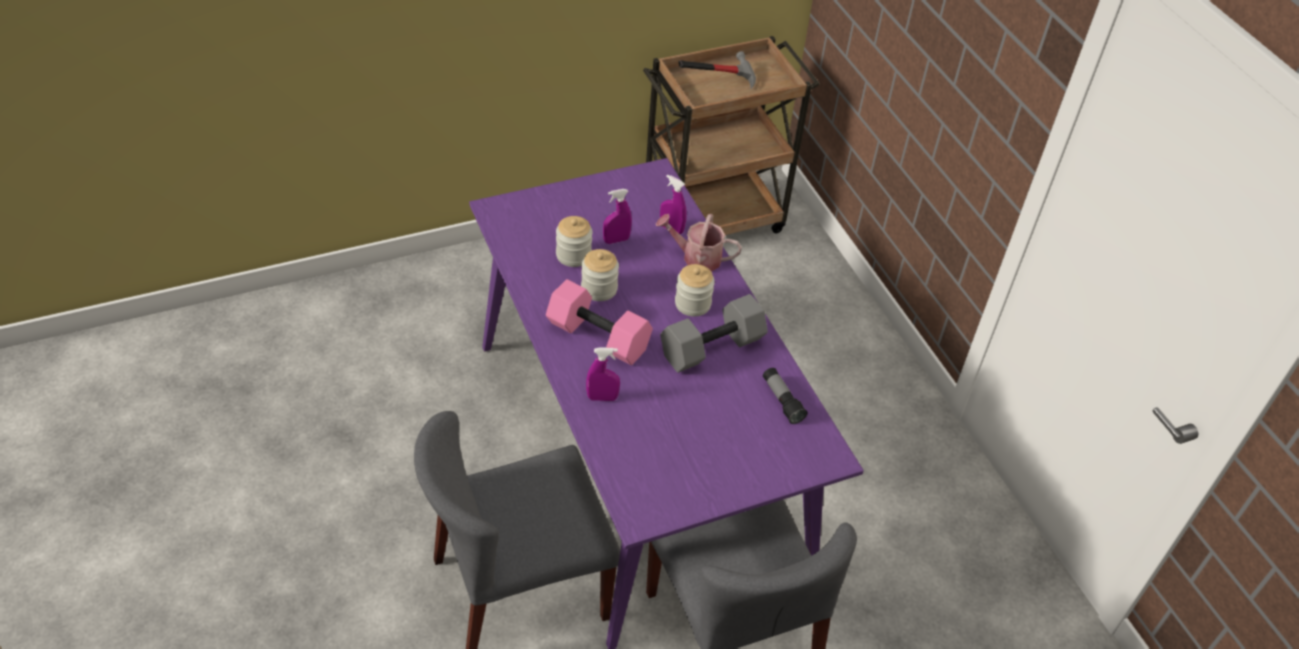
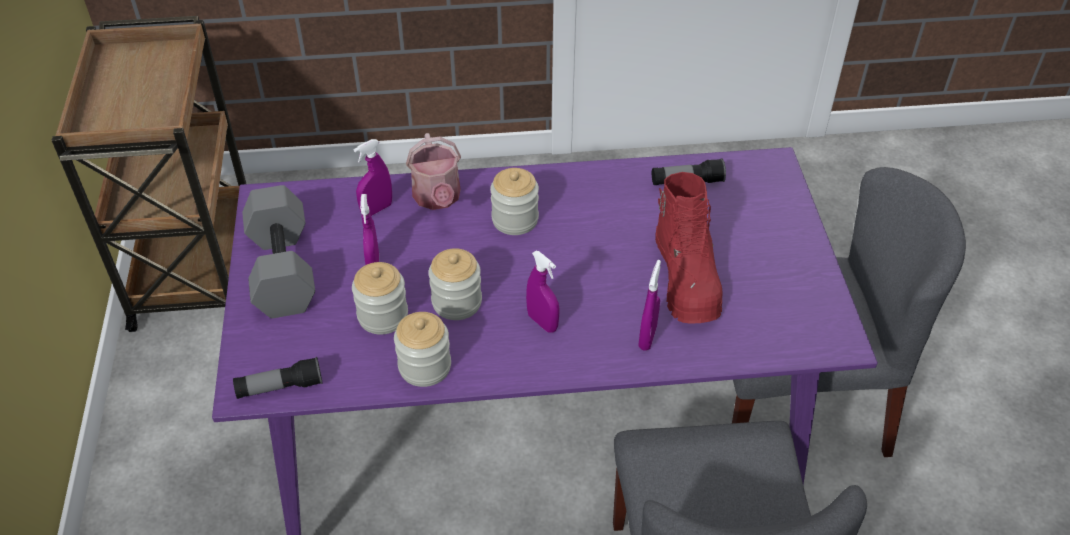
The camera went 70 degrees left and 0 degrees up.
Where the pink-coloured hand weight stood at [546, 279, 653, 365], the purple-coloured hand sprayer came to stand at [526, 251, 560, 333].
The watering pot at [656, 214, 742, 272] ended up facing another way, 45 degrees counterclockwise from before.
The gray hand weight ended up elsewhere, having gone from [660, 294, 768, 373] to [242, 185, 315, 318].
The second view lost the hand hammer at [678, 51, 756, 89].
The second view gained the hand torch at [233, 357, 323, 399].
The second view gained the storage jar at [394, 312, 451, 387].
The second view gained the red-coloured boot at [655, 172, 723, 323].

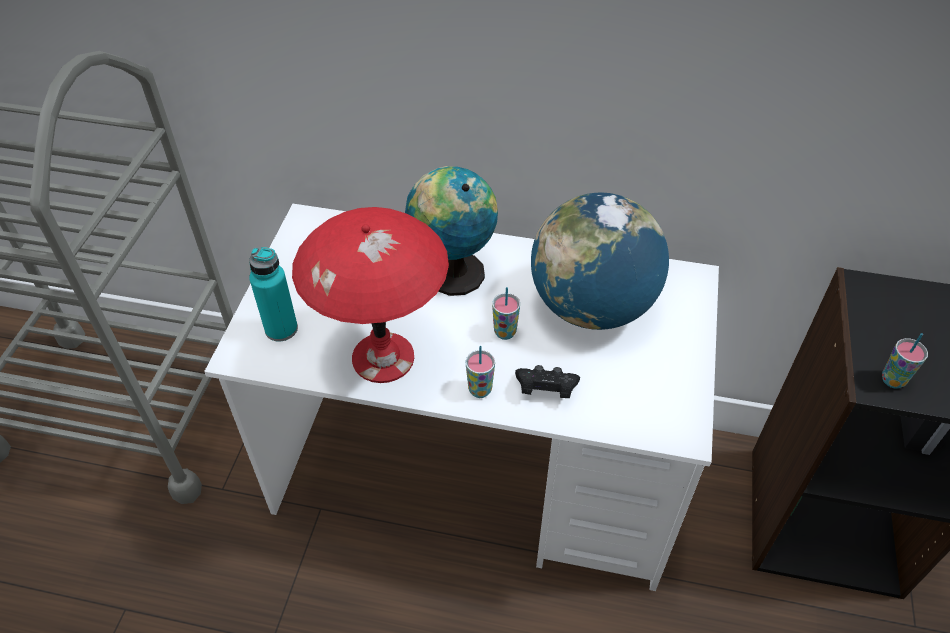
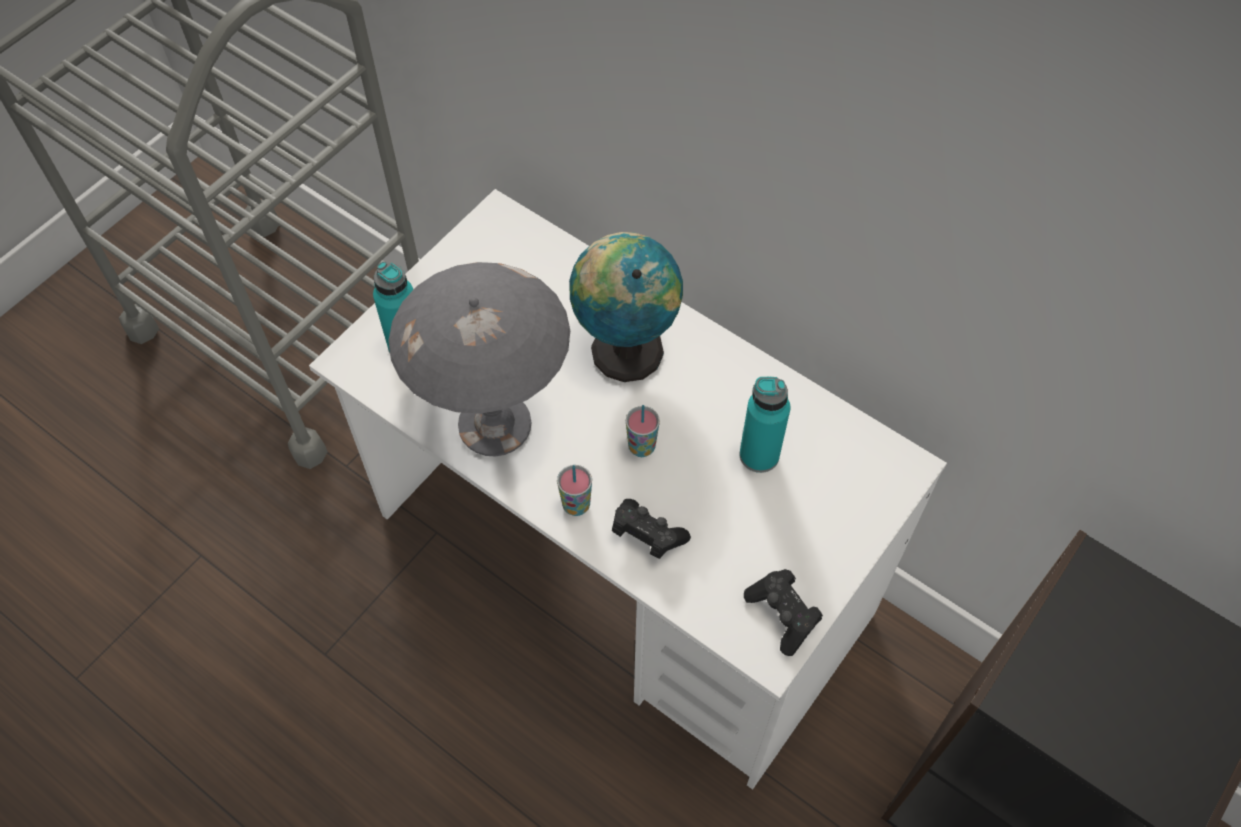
The camera went 25 degrees right and 10 degrees up.
What was the red-coloured lamp for a table at [292, 207, 449, 383] turned into the gray lamp for a table at [388, 262, 570, 457].
Where the world globe stood at [531, 193, 669, 330], the turquoise-coloured drink bottle came to stand at [740, 377, 790, 473].
The second view lost the cup at [882, 333, 928, 389].
The second view gained the blackish game controller at [744, 569, 823, 656].

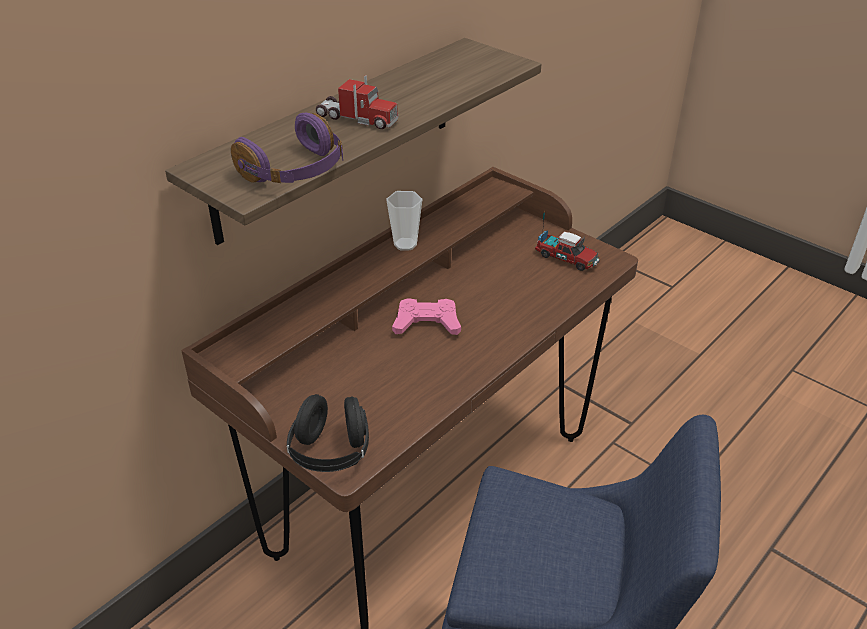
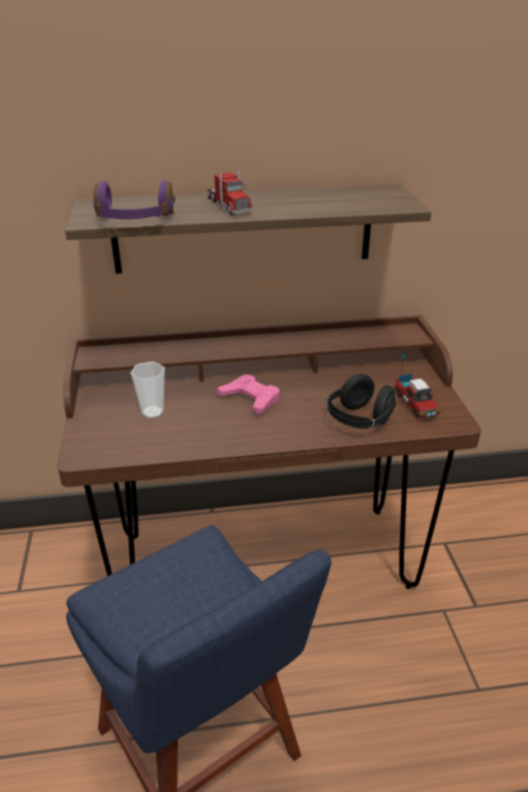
The camera went 40 degrees right and 5 degrees down.
The blackish headset ended up elsewhere, having gone from [287, 394, 369, 472] to [327, 374, 396, 429].
The cup ended up elsewhere, having gone from [386, 191, 422, 250] to [131, 362, 165, 419].

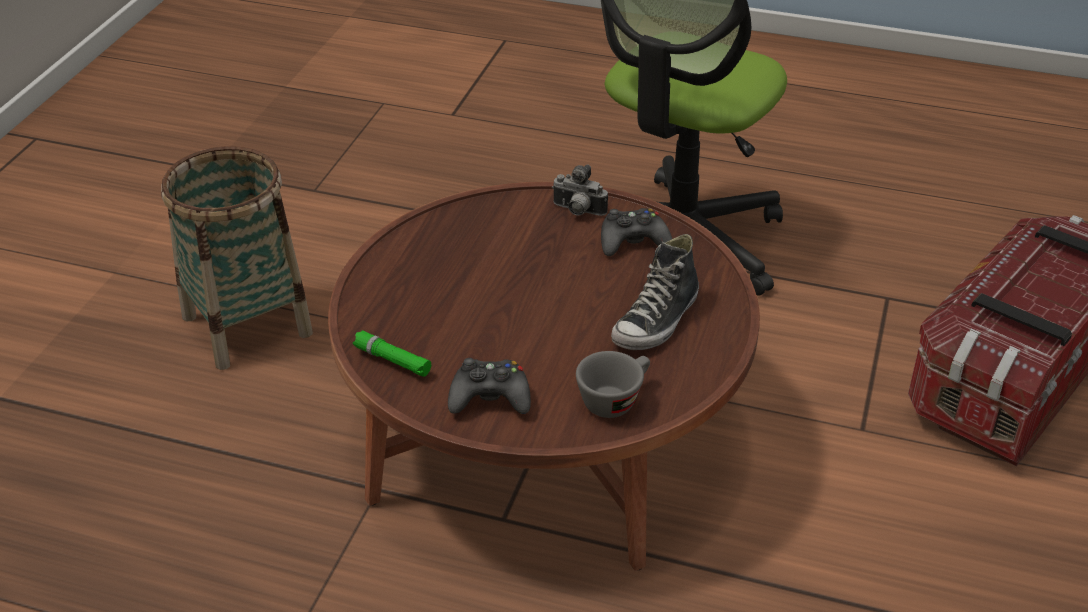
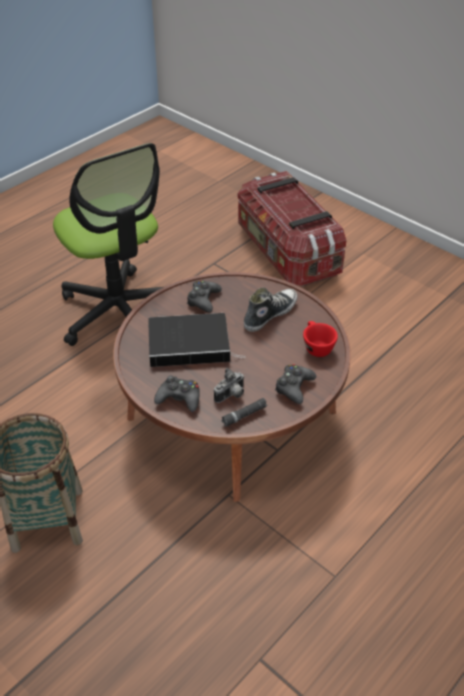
The camera went 65 degrees left and 5 degrees up.
What was the green hand torch at [353, 330, 431, 377] turned into the blackish hand torch at [221, 398, 267, 427].
The still camera ended up elsewhere, having gone from [552, 164, 608, 216] to [214, 368, 245, 403].
What was the gray cup at [576, 351, 650, 418] turned into the red-coloured cup at [303, 321, 338, 357].
The shoe at [611, 234, 699, 350] ended up facing another way, 105 degrees counterclockwise from before.
The second view gained the bound book at [148, 313, 245, 367].
The second view gained the blackish game controller at [154, 375, 200, 412].

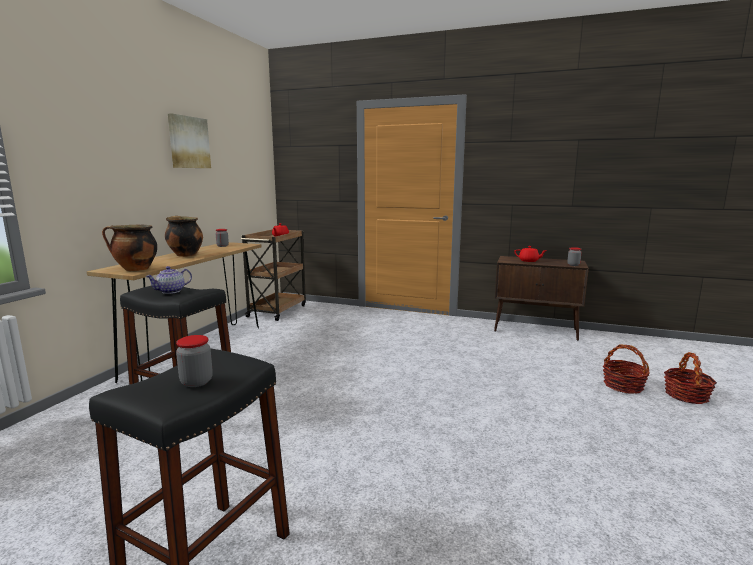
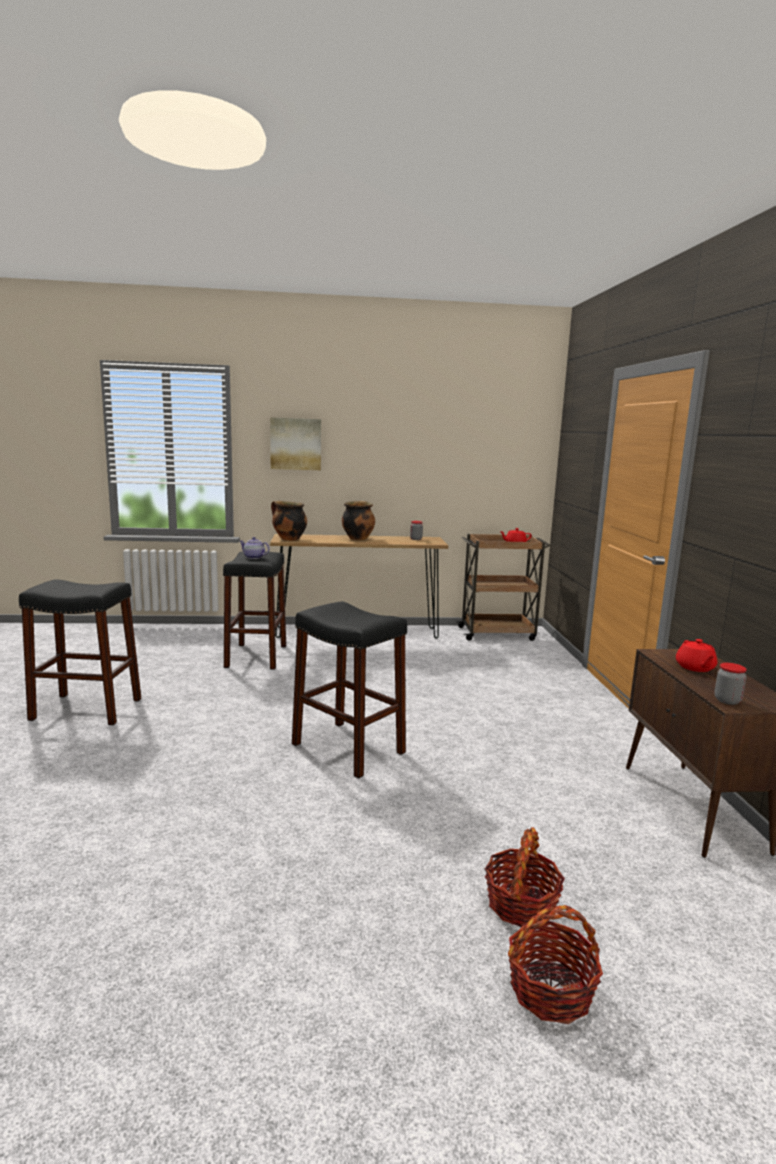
The camera went 65 degrees right and 0 degrees up.
The picture ended up elsewhere, having gone from [168, 113, 211, 168] to [270, 417, 321, 470].
The second view lost the storage jar at [176, 335, 213, 387].
The second view gained the blackish sitting stool at [292, 601, 407, 779].

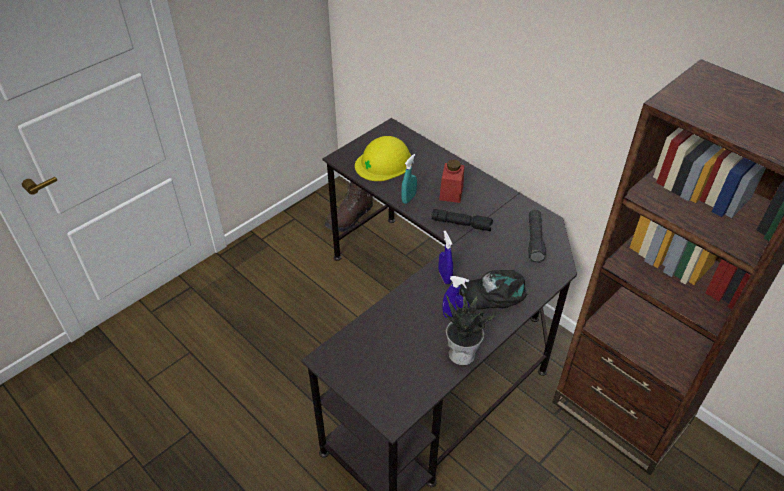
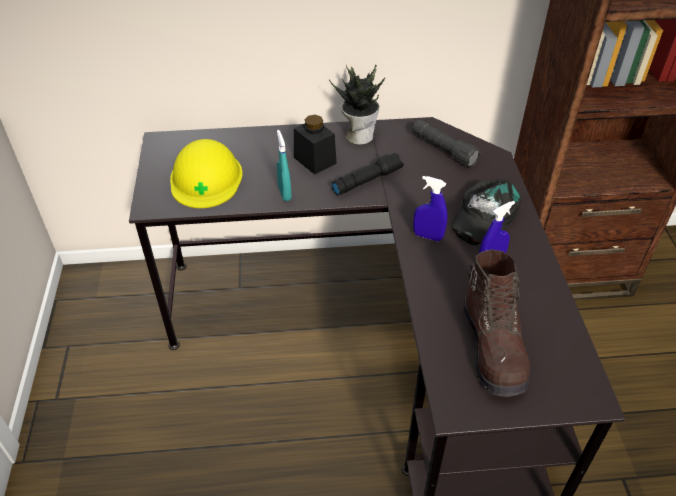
The camera went 50 degrees left and 0 degrees up.
The brownish boot ended up elsewhere, having gone from [325, 182, 373, 232] to [464, 249, 530, 396].
What was the red-coloured storage jar at [439, 159, 464, 203] turned into the blackish storage jar at [294, 115, 337, 175].
The houseplant ended up elsewhere, having gone from [444, 293, 500, 365] to [329, 65, 385, 145].

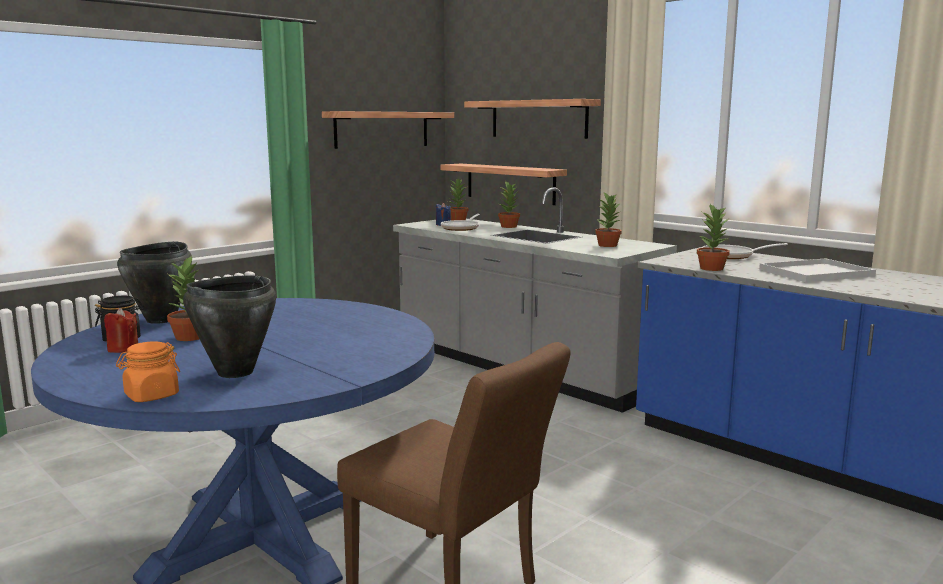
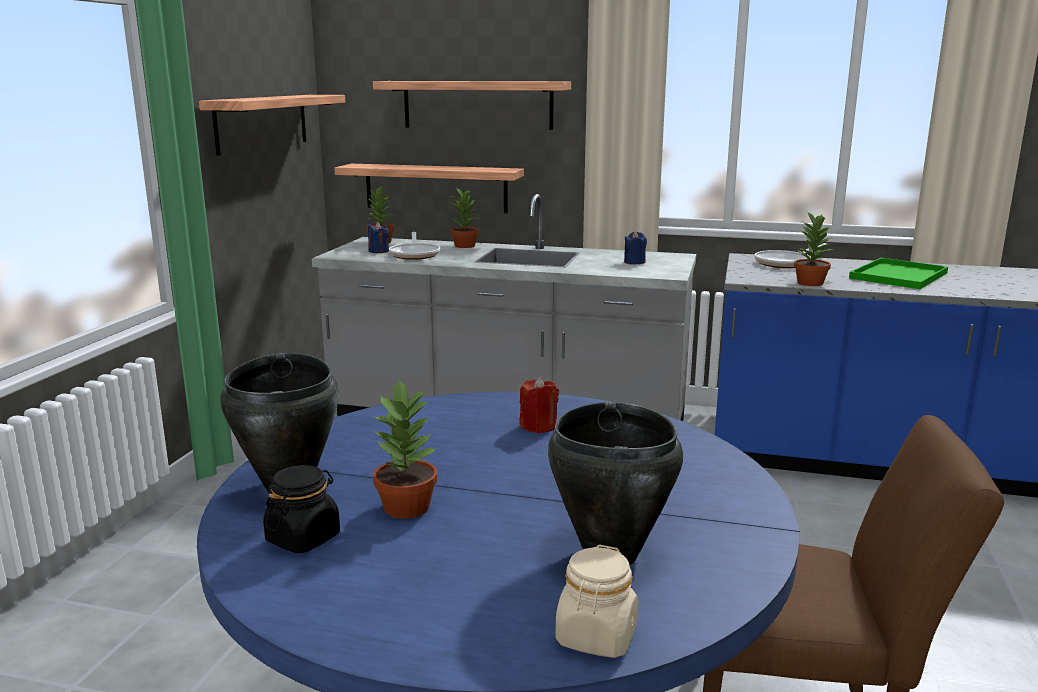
The camera went 30 degrees left and 5 degrees up.
The red-coloured candle ended up elsewhere, having gone from [104, 308, 138, 353] to [519, 377, 559, 433].
What was the orange storage jar at [116, 341, 180, 402] turned into the sand-coloured storage jar at [555, 545, 638, 658].
Where the houseplant stood at [595, 193, 622, 247], the bluish candle came to stand at [624, 231, 647, 264].
What was the white carrying tray at [759, 258, 876, 282] turned into the green carrying tray at [849, 258, 948, 289].

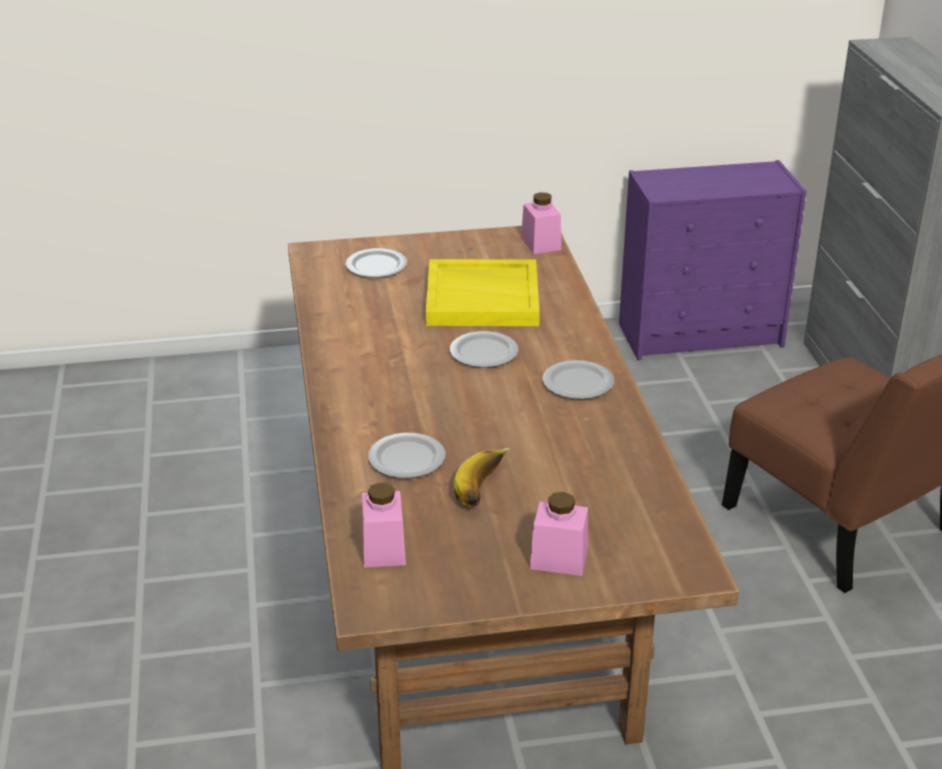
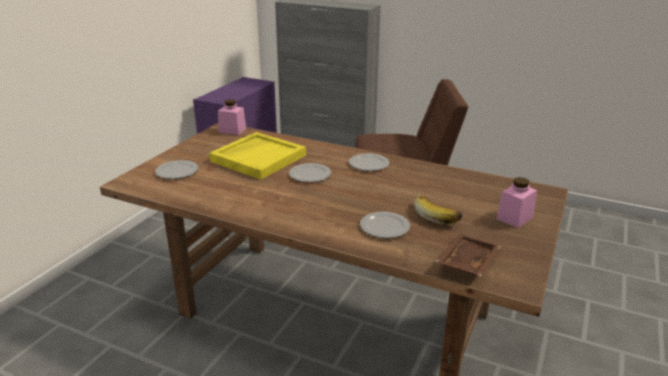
The camera went 55 degrees left and 5 degrees down.
Where the pink-coloured storage jar stood at [362, 483, 406, 568], the brownish carrying tray came to stand at [436, 233, 501, 276].

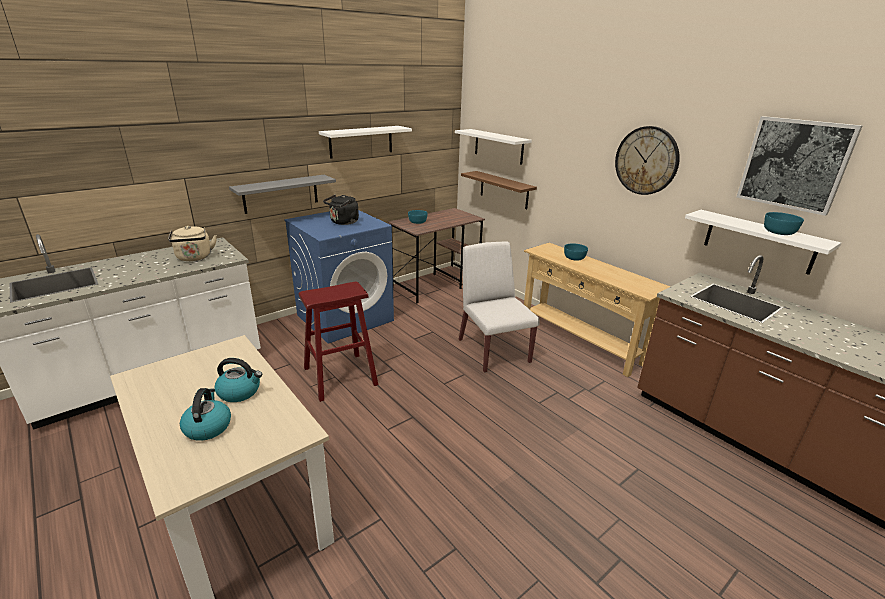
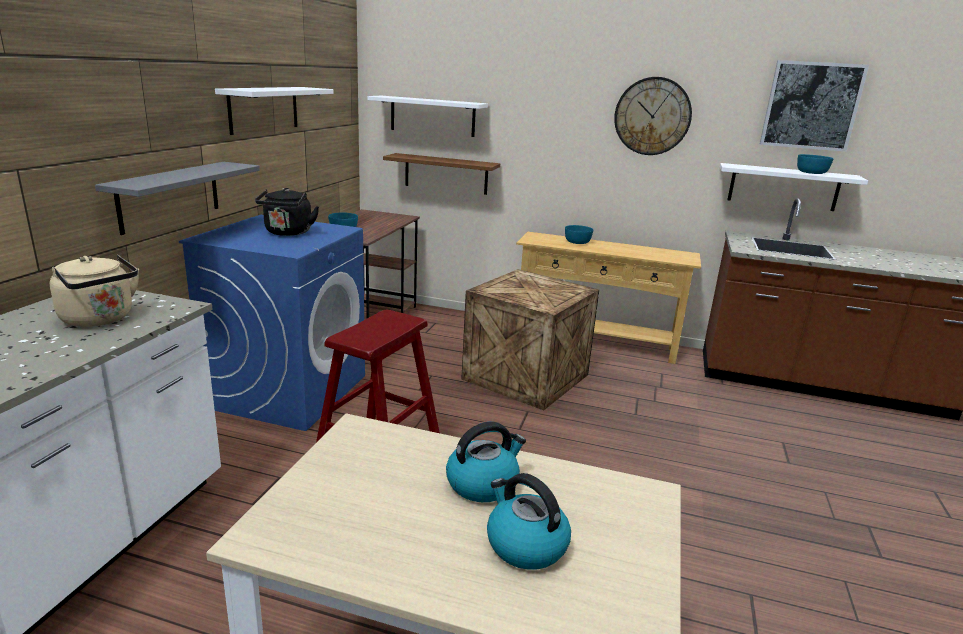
The camera went 35 degrees left and 5 degrees down.
Where the white upright chair stood at [459, 241, 540, 373], the crate came to stand at [461, 269, 599, 410].

